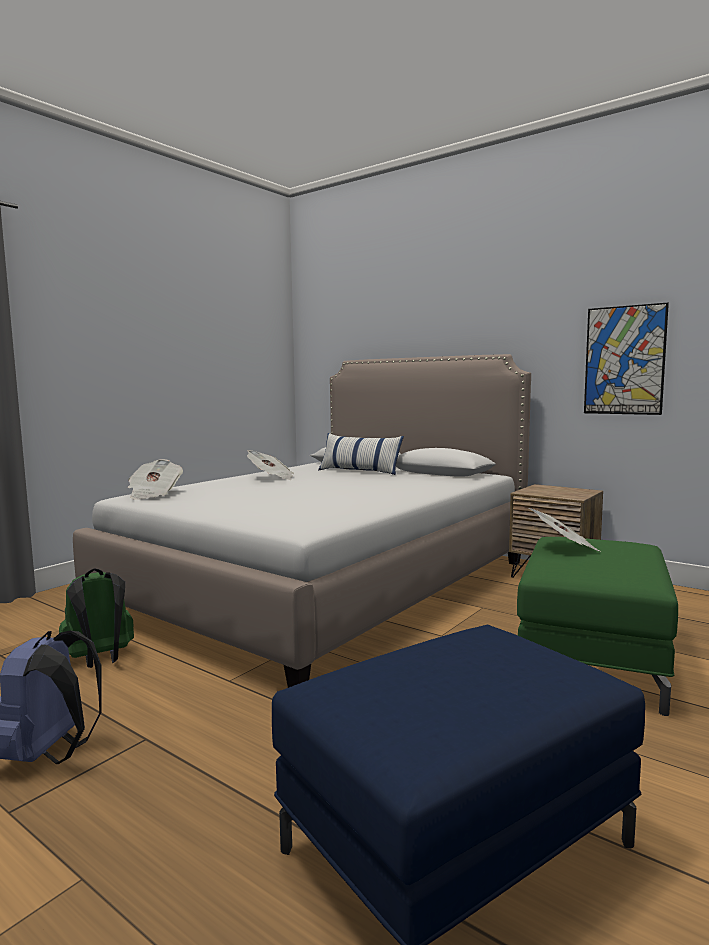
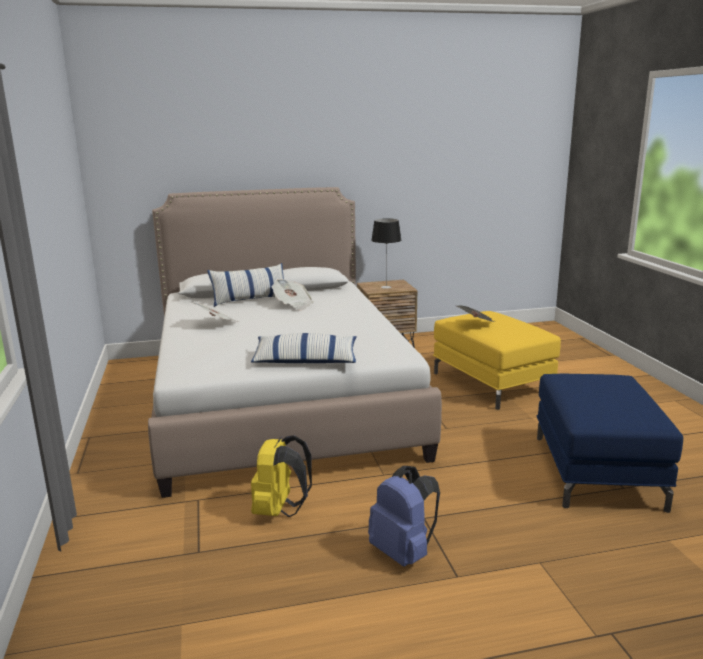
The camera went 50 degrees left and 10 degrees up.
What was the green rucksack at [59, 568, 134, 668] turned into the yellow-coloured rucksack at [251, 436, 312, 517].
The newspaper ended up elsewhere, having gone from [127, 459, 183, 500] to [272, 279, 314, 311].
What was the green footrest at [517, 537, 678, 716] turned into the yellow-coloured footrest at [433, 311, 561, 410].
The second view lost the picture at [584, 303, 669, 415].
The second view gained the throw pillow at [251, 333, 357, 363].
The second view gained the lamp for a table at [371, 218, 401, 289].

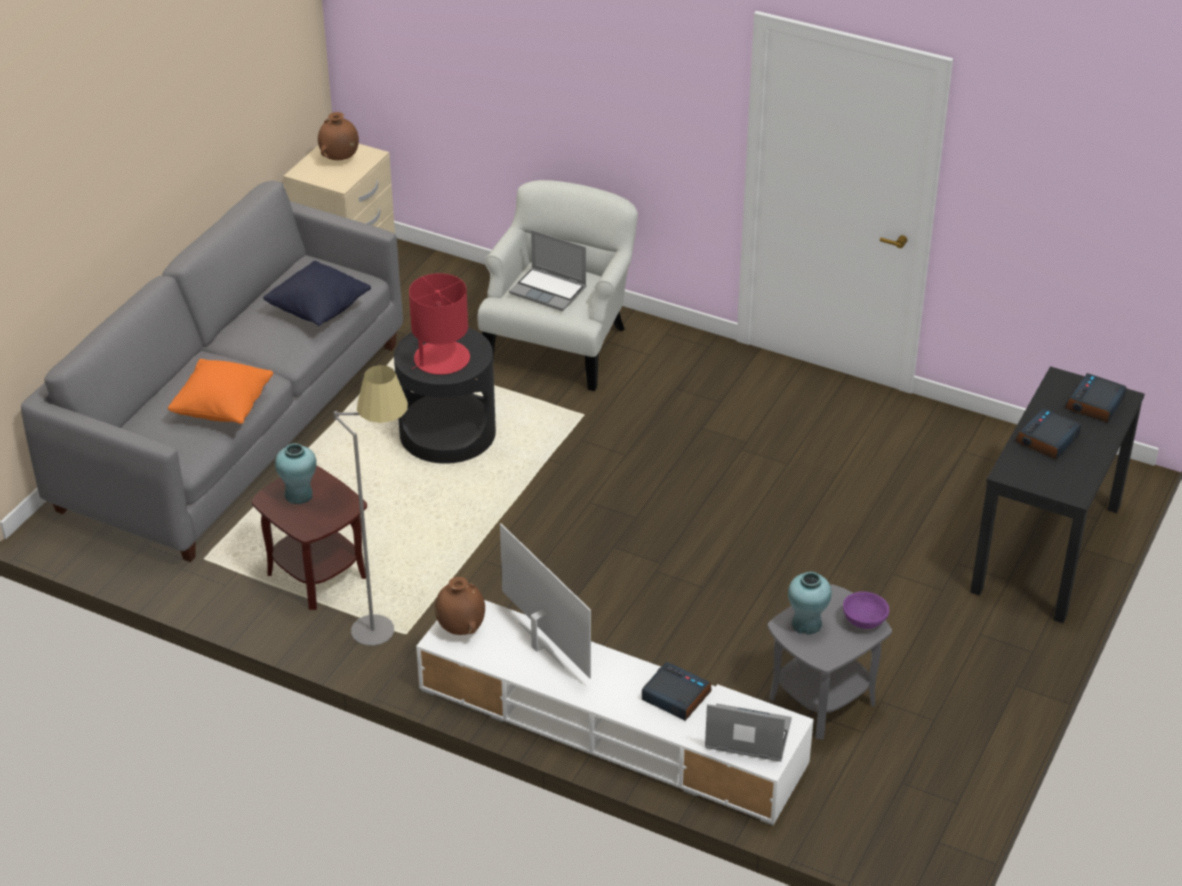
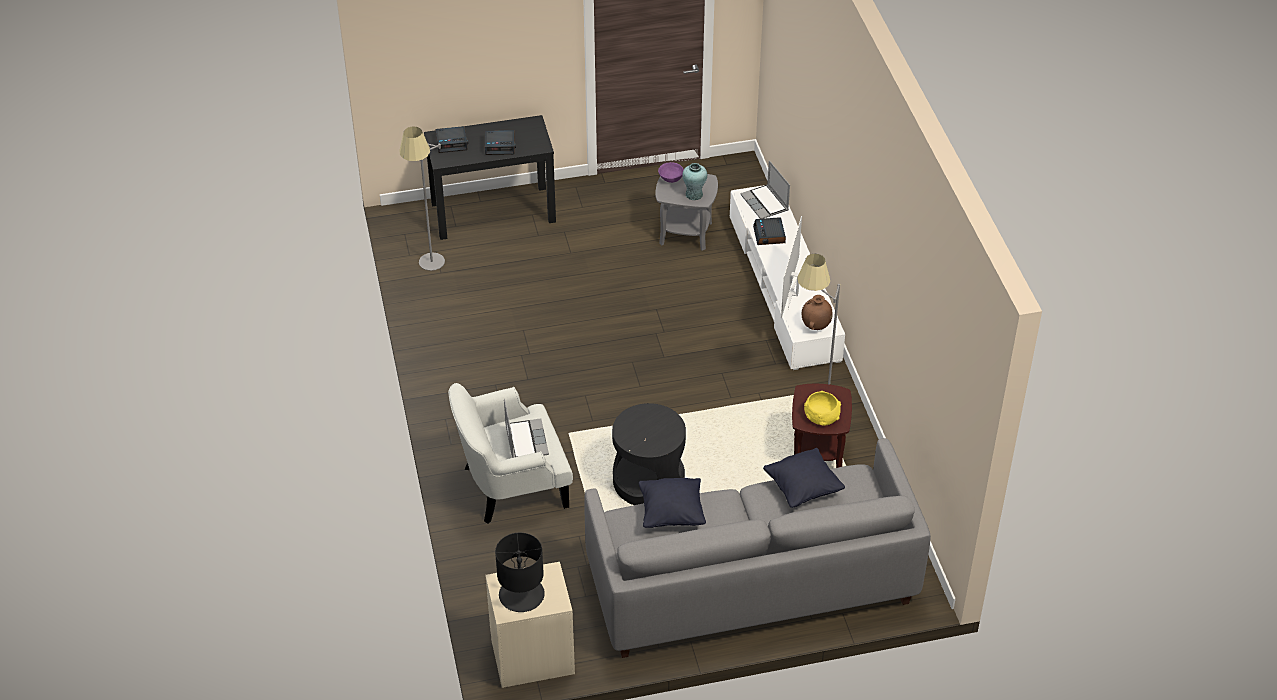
The camera went 130 degrees left and 5 degrees up.
What was the orange throw pillow at [168, 359, 273, 424] turned into the blackish throw pillow at [763, 448, 845, 508].
Where the turquoise-coloured vase stood at [275, 443, 317, 504], the yellow-coloured deep dish came to stand at [804, 391, 841, 426].
Where the brownish vase stood at [318, 112, 359, 160], the blackish lamp for a table came to stand at [495, 533, 545, 612].
The second view lost the red-coloured lamp for a table at [409, 273, 470, 375].
The second view gained the gray standard lamp at [399, 127, 445, 271].

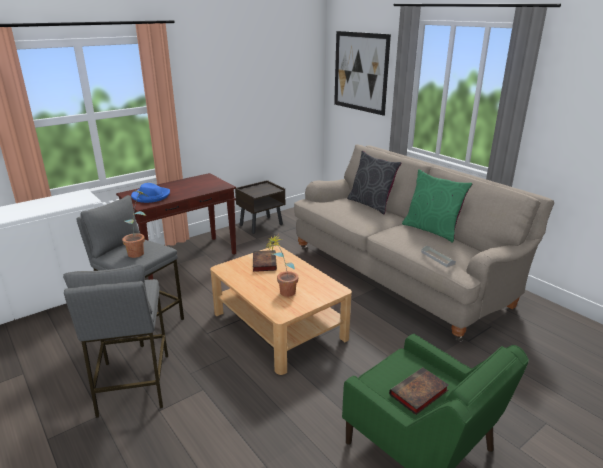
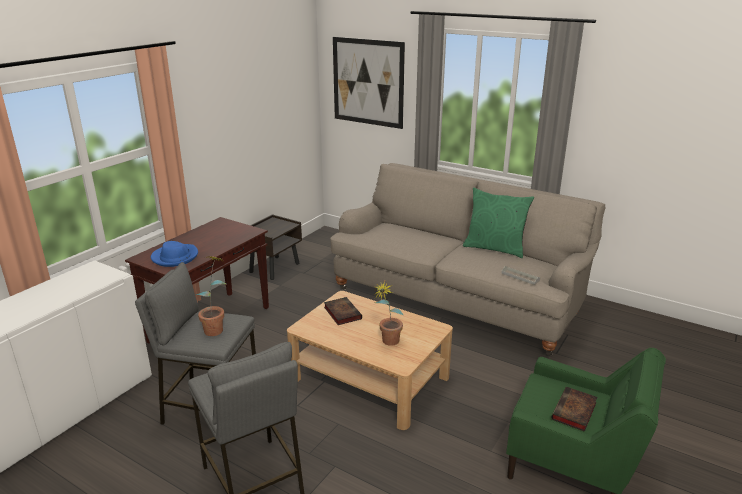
The camera went 20 degrees left and 0 degrees up.
The second view lost the gray throw pillow at [347, 151, 401, 214].

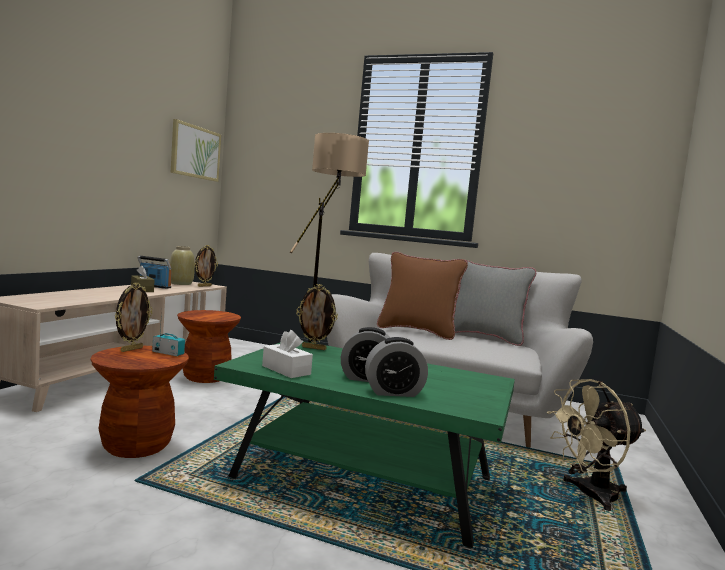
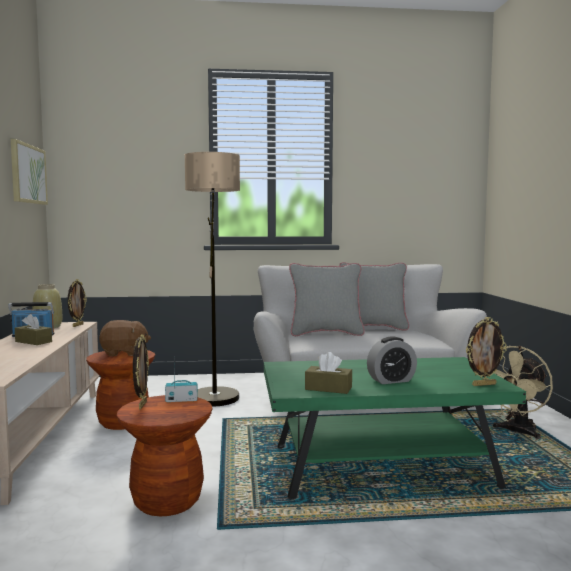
The camera went 25 degrees left and 0 degrees up.
What was the white box of tissues at [262, 330, 313, 378] turned into the brownish box of tissues at [305, 352, 352, 394].
The picture frame ended up elsewhere, having gone from [296, 284, 338, 350] to [466, 317, 507, 386].
The second view lost the bedside clock at [365, 337, 428, 397].
What was the brownish throw pillow at [377, 252, 468, 340] turned into the gray throw pillow at [289, 263, 365, 336].
The second view gained the brownish plush toy at [99, 320, 151, 356].

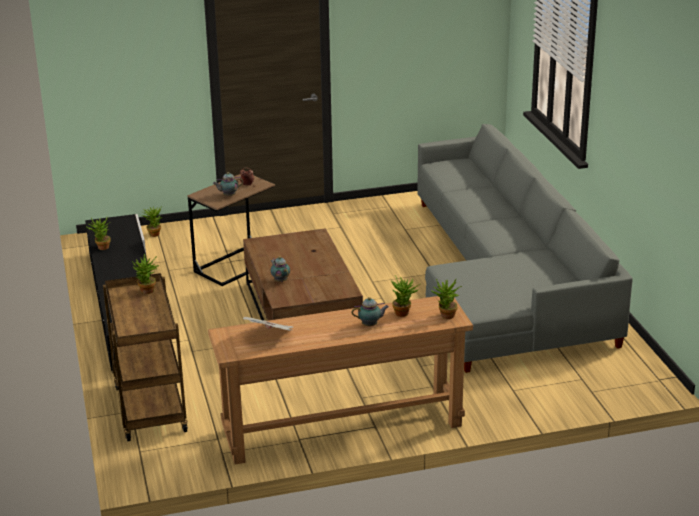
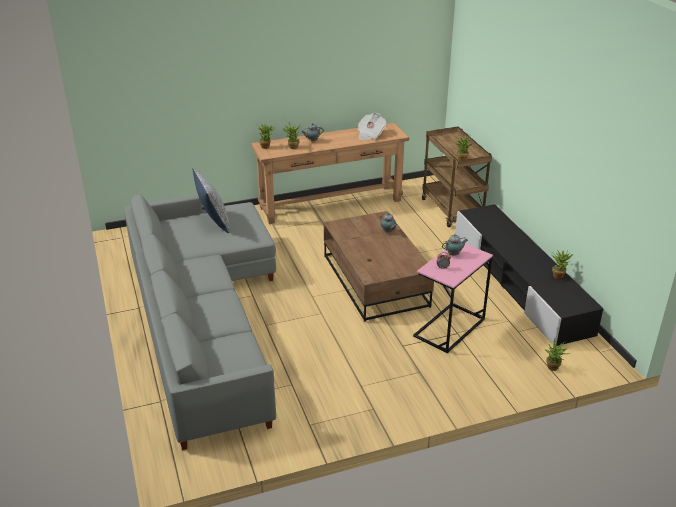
The camera went 175 degrees right and 5 degrees up.
What was the brownish end table at [187, 174, 275, 286] turned into the pink-coloured end table at [413, 244, 493, 353].
The second view gained the throw pillow at [192, 168, 230, 233].

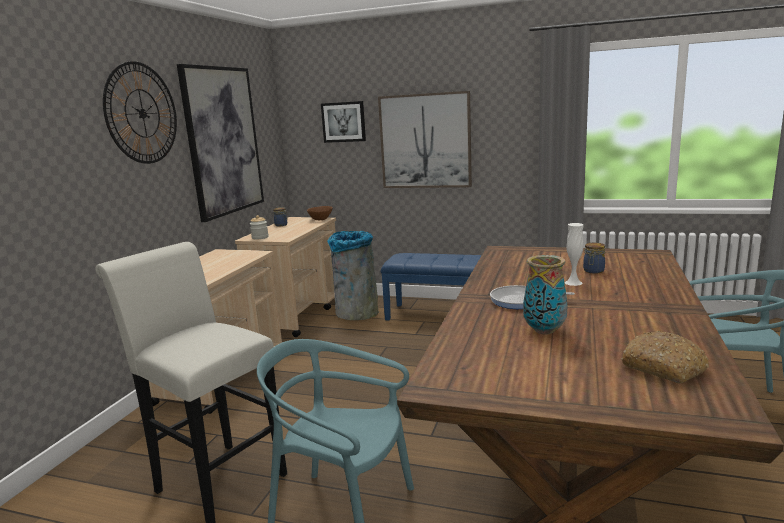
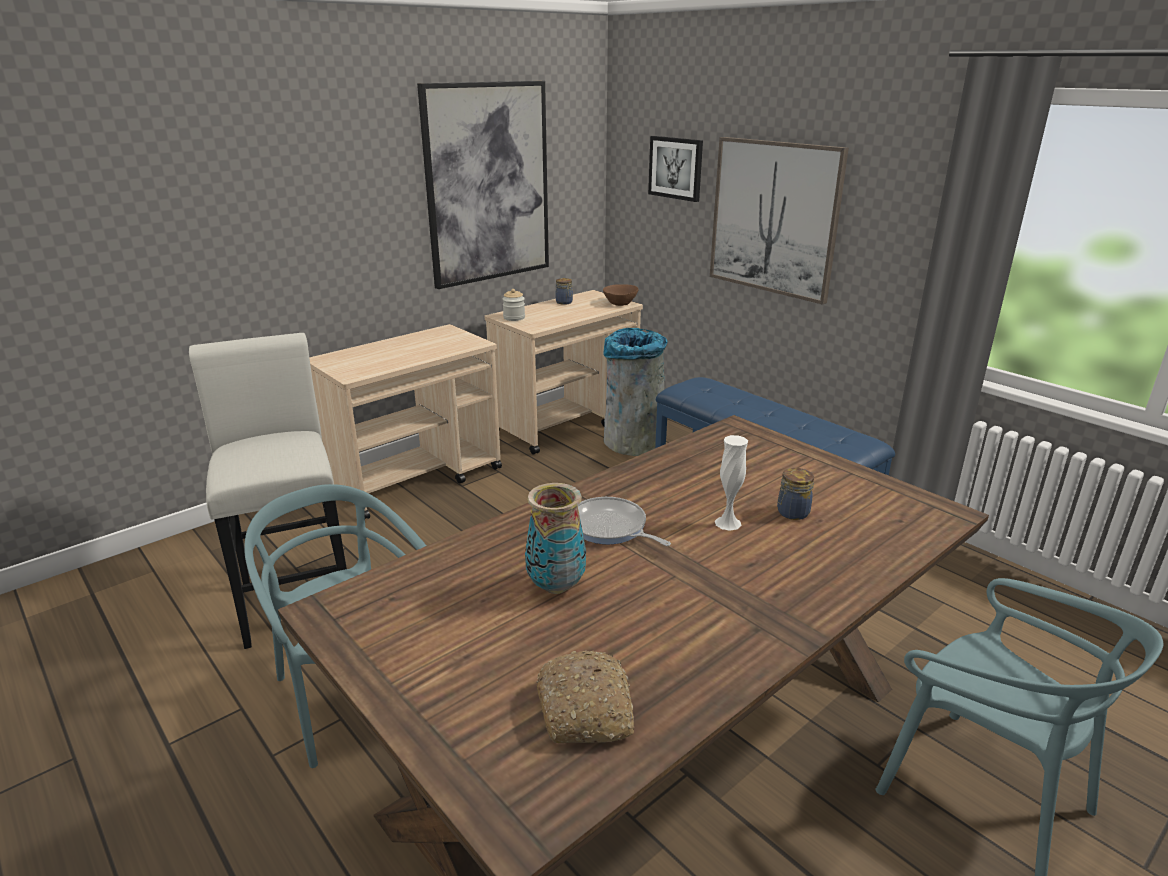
The camera went 30 degrees right and 10 degrees up.
The second view lost the clock on the wall at [103, 61, 177, 164].

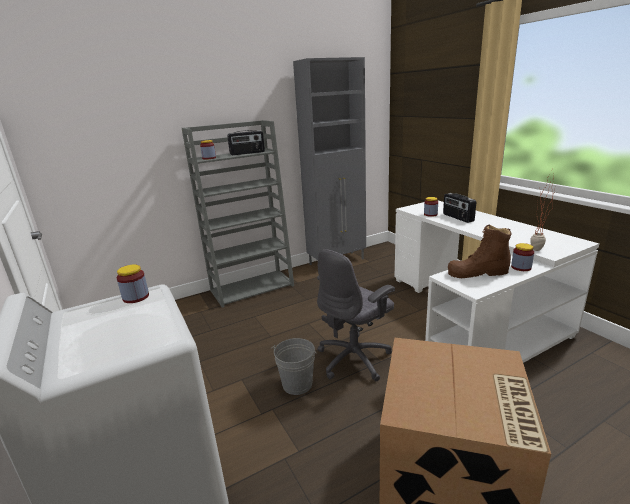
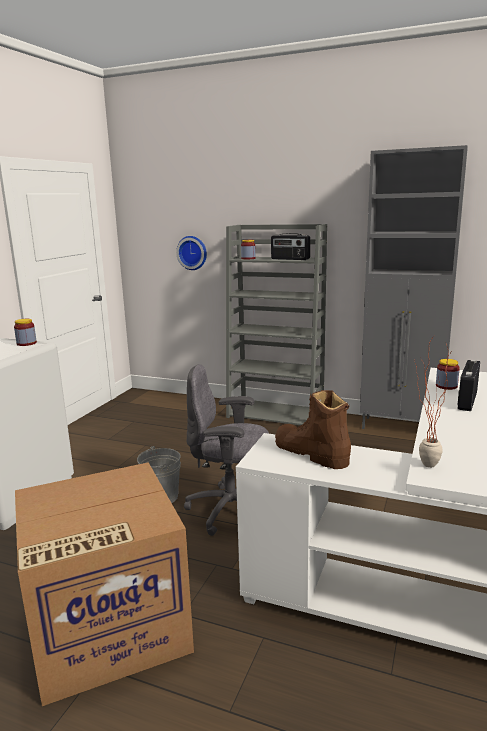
The camera went 50 degrees right and 5 degrees down.
The second view lost the storage jar at [511, 243, 534, 271].
The second view gained the clock on the wall at [176, 236, 207, 270].

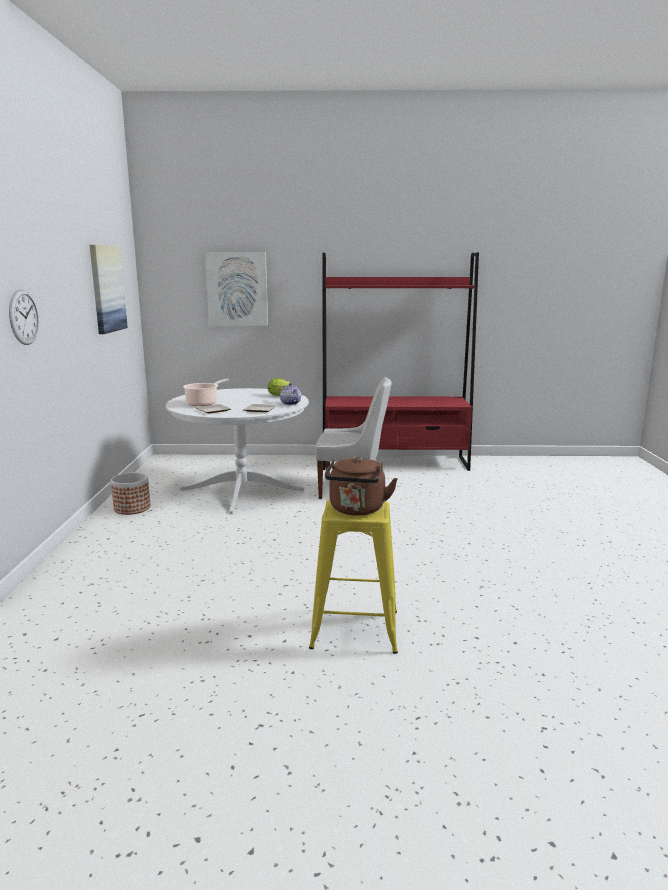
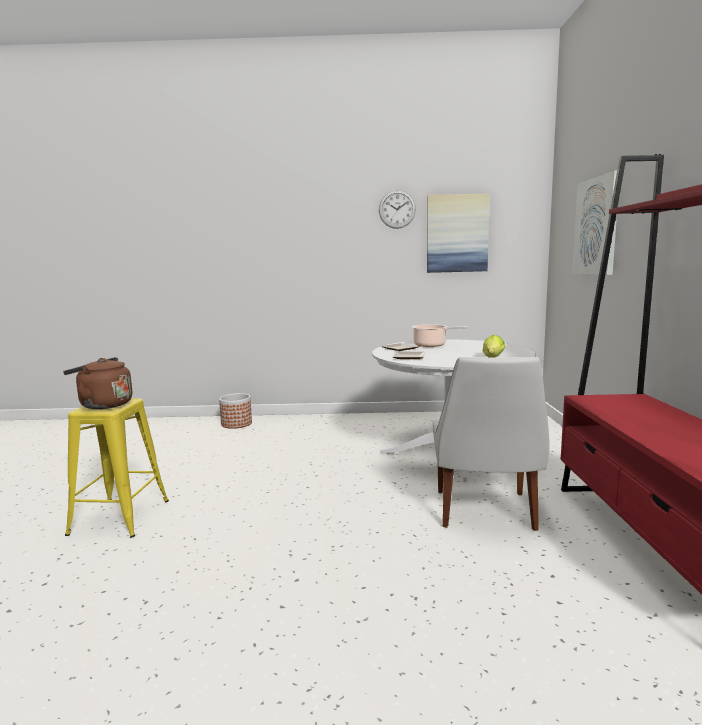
The camera went 90 degrees right and 5 degrees down.
The clock on the wall ended up elsewhere, having gone from [9, 289, 39, 345] to [379, 190, 416, 229].
The plant pot ended up elsewhere, having gone from [111, 472, 150, 515] to [219, 393, 252, 429].
The second view lost the teapot at [280, 383, 301, 405].

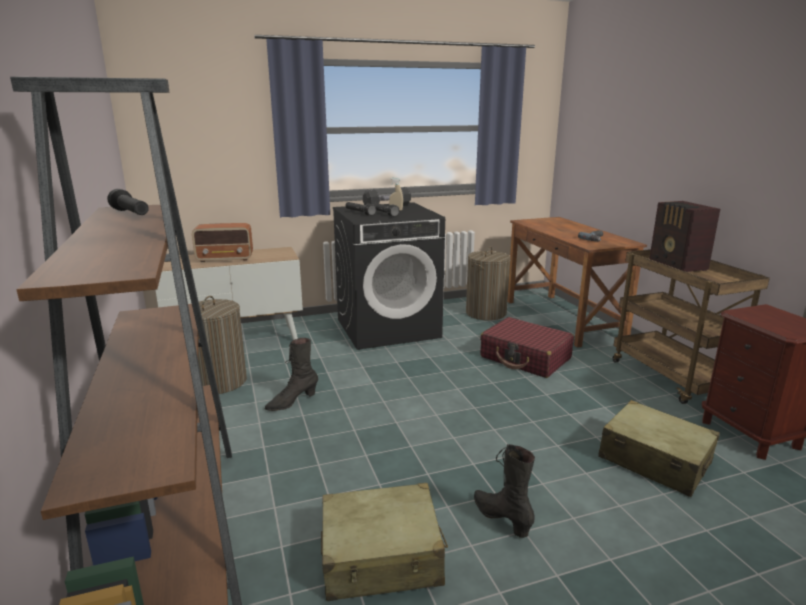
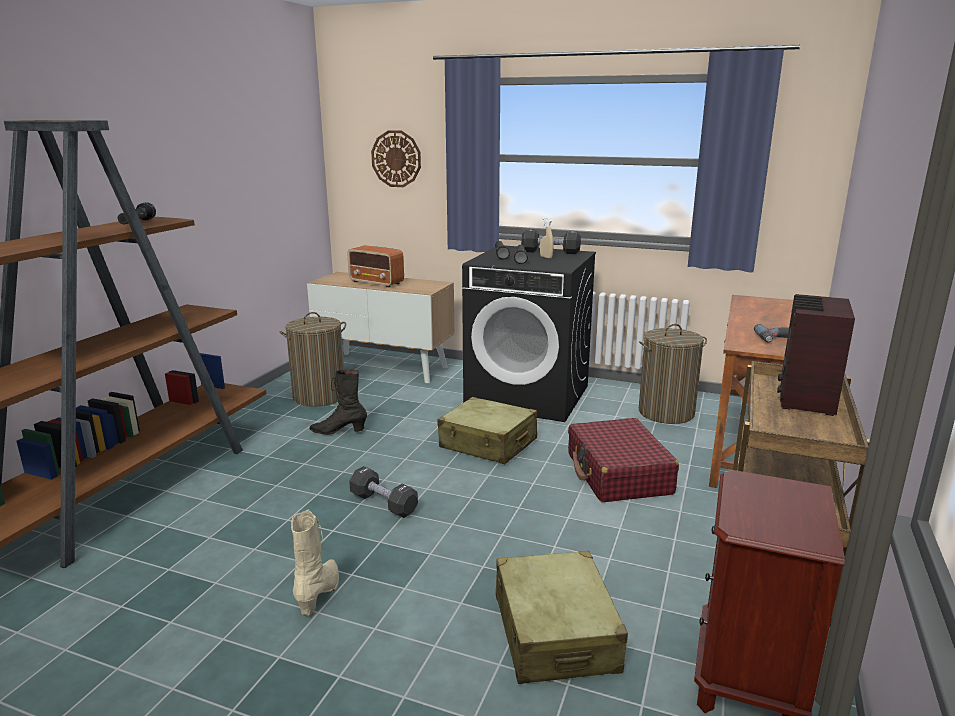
The camera went 40 degrees right and 0 degrees up.
The sand-coloured suitcase ended up elsewhere, having gone from [321, 483, 448, 601] to [437, 397, 537, 464].
What was the blackish boot at [474, 444, 535, 538] turned into the sand-coloured boot at [291, 510, 339, 615].
The second view gained the blackish hand weight at [349, 466, 418, 518].
The second view gained the clock on the wall at [371, 130, 421, 187].

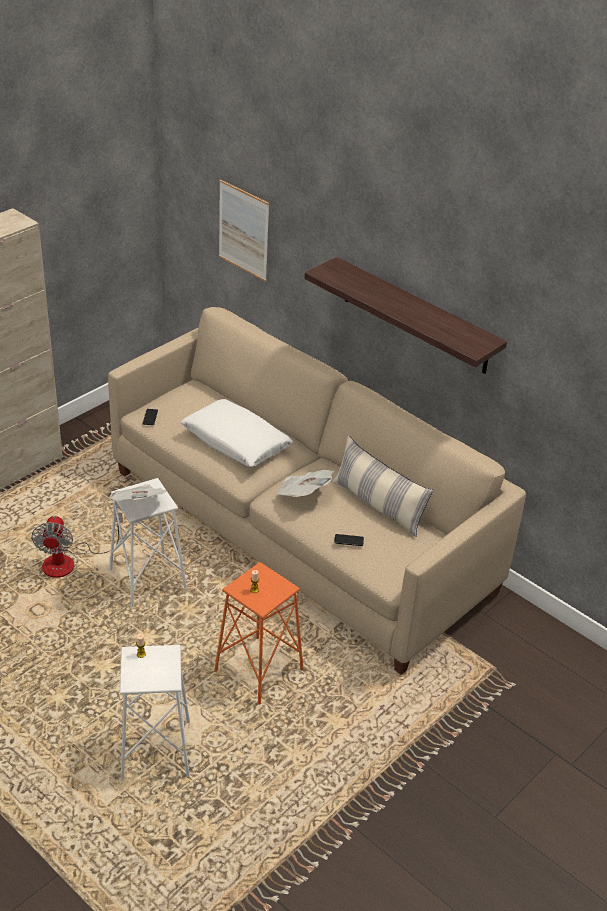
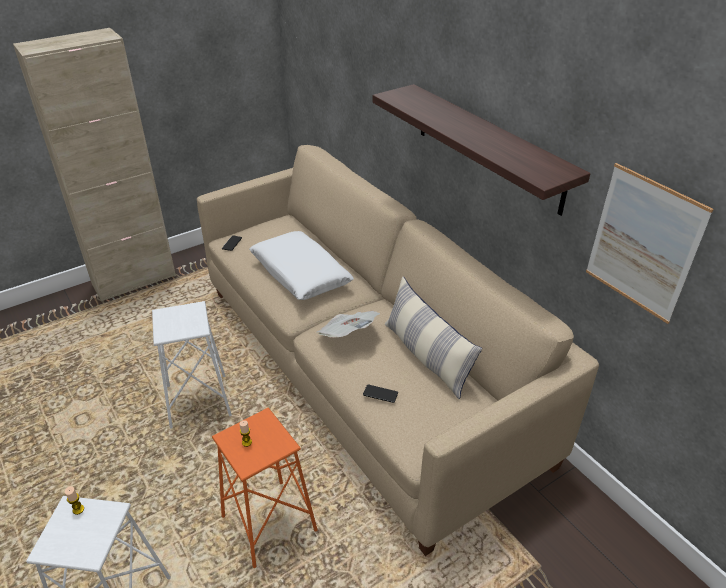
The camera went 15 degrees right and 0 degrees up.
The second view lost the fan at [31, 513, 123, 578].
The second view lost the newspaper at [109, 484, 167, 501].
The picture ended up elsewhere, having gone from [219, 179, 269, 282] to [586, 163, 714, 324].

